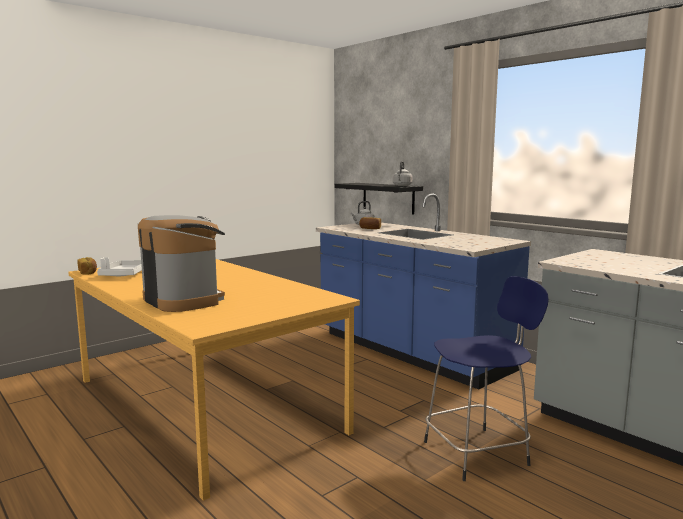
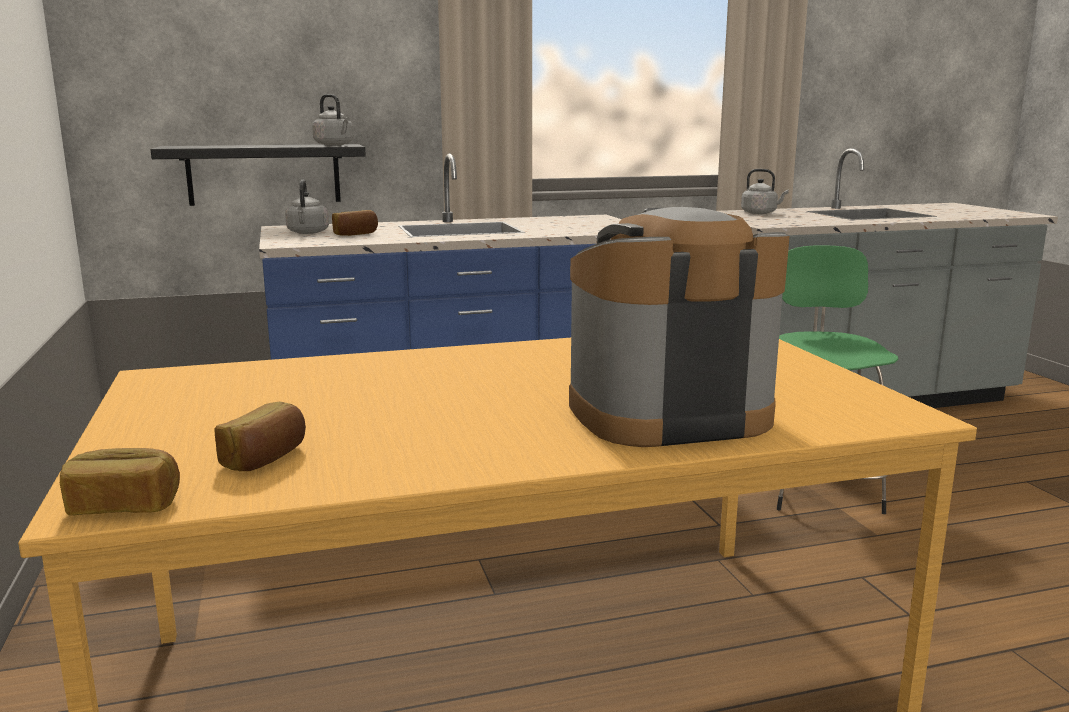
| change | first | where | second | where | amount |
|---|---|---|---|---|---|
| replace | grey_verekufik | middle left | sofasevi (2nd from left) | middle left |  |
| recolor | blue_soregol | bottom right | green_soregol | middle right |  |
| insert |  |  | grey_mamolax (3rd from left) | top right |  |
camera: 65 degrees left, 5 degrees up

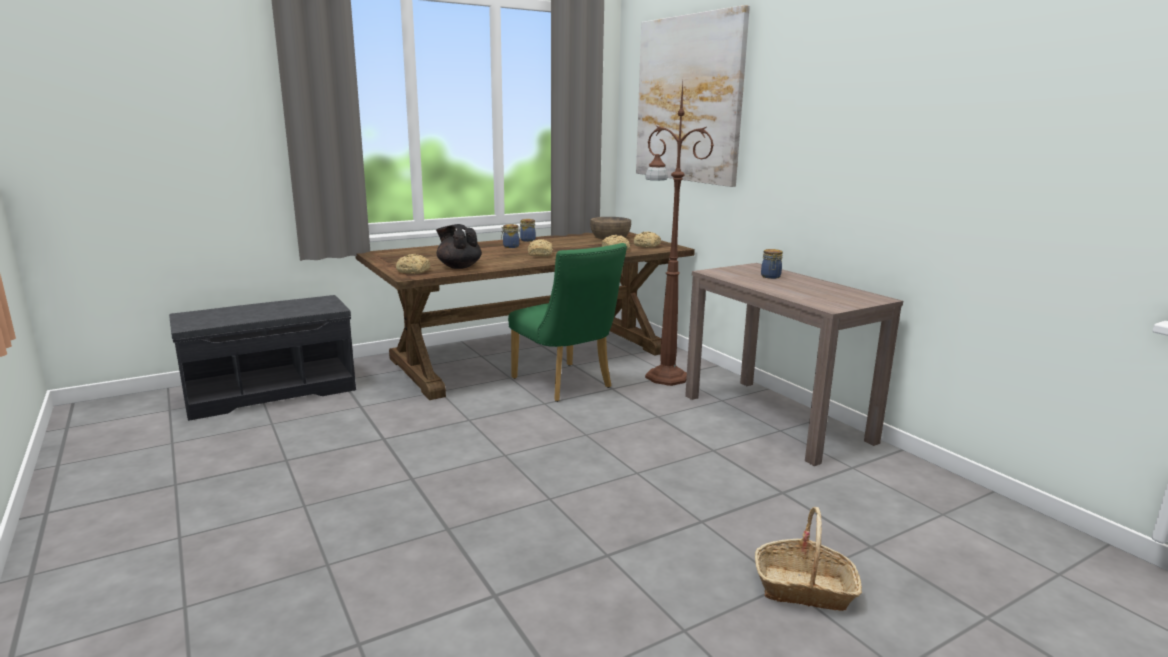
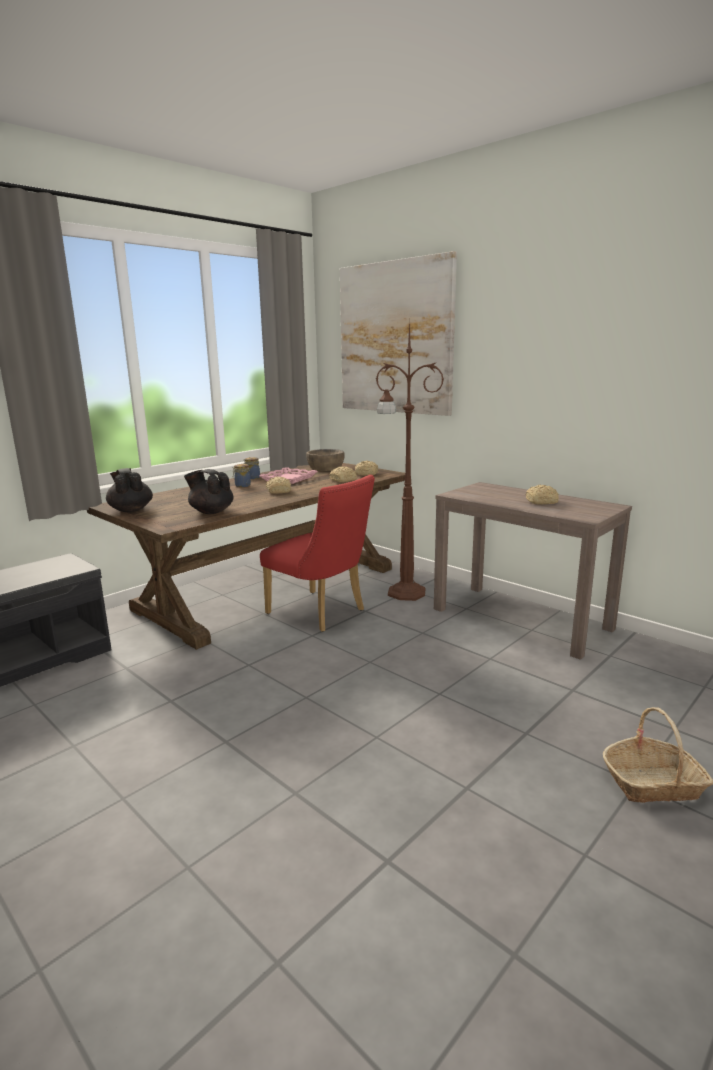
| change | first | where | second | where | amount |
|---|---|---|---|---|---|
| recolor | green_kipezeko | centre | red_kipezeko | centre |  |
| delete | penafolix (3rd from left) | centre |  |  |  |
| move | sofasevi (1st from left in the first image) | centre | sofasevi (4th from left) | middle right |  |
| insert |  |  | pink_verekufik | centre |  |
| insert |  |  | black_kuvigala (1st from left) | middle left |  |
camera: 15 degrees left, 0 degrees up

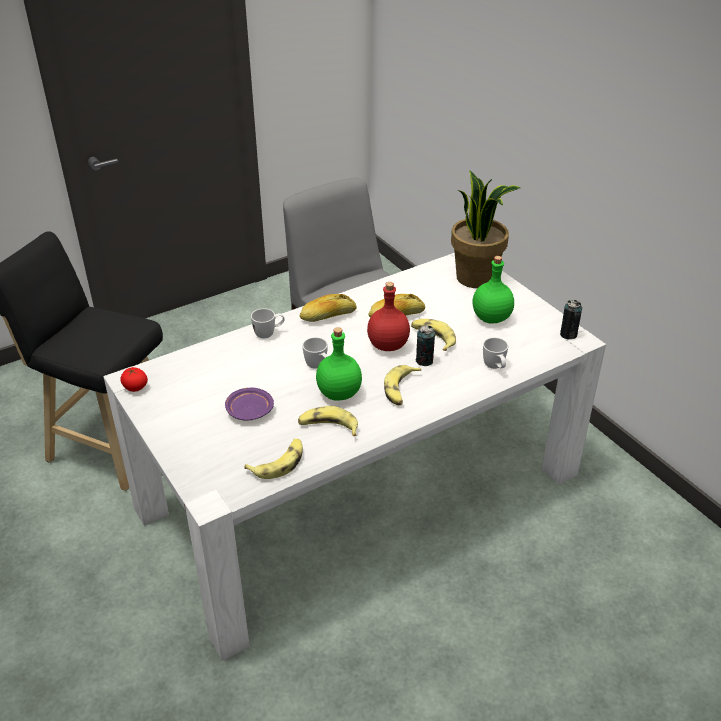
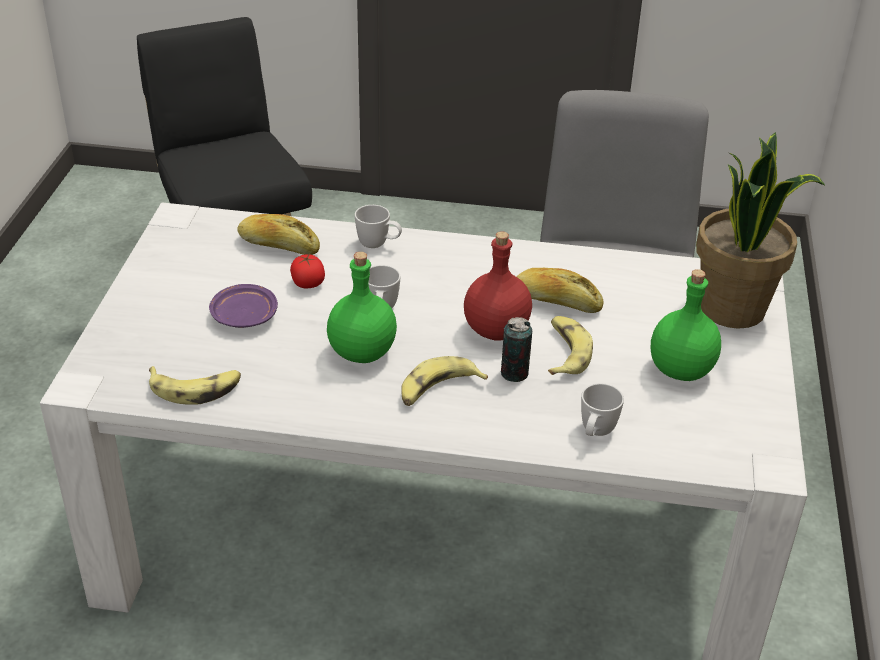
| change | first | where | second | where | amount |
|---|---|---|---|---|---|
| move | sofasevi (1st from left) | centre |  | middle left |  |
| delete | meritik (2nd from left) | middle right |  |  |  |
| move | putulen | middle left |  | centre |  |
| delete | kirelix (2nd from left) | centre |  |  |  |
camera: 40 degrees right, 0 degrees up

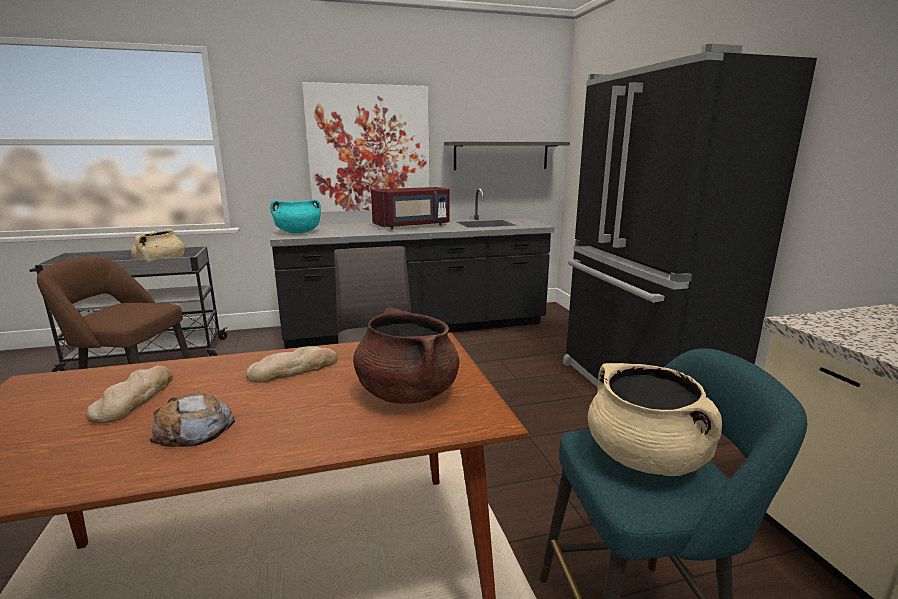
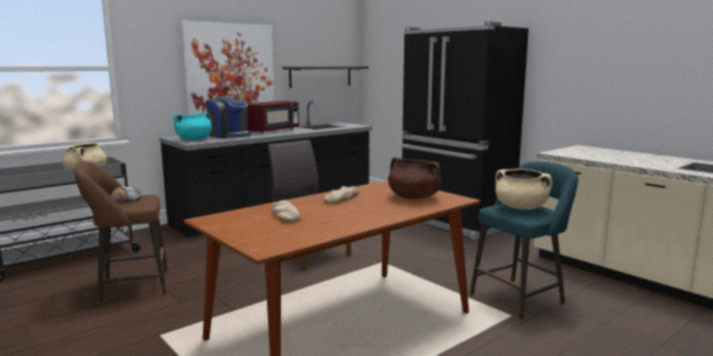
| change | first | where | second | where | amount |
|---|---|---|---|---|---|
| move | sofasevi (2nd from left in the first image) | bottom left | sofasevi (1st from left) | middle left |  |
| insert |  |  | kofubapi | top left |  |
camera: 25 degrees left, 5 degrees down

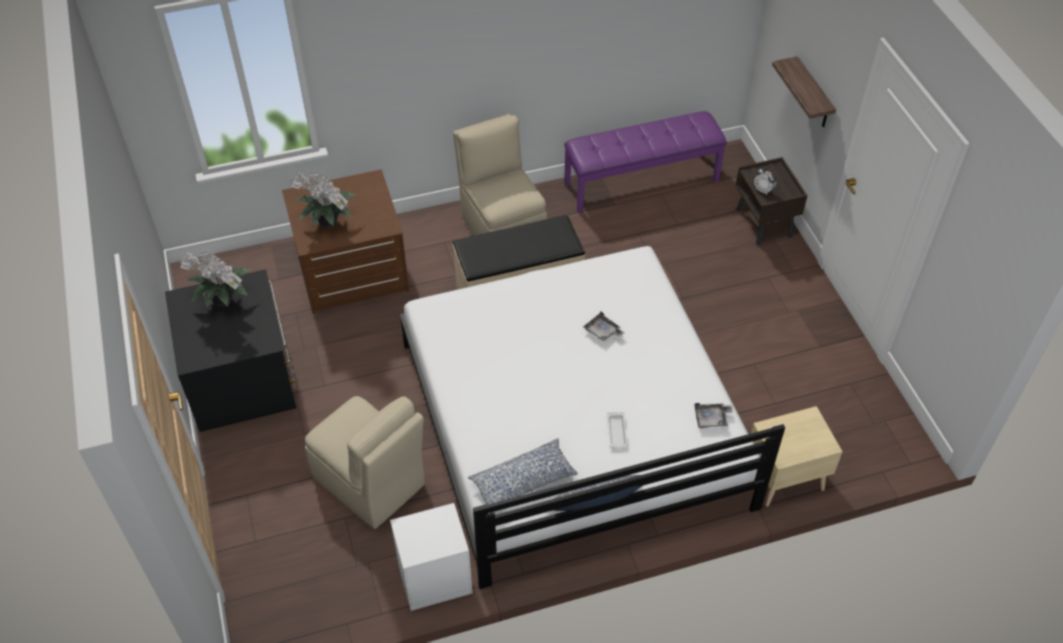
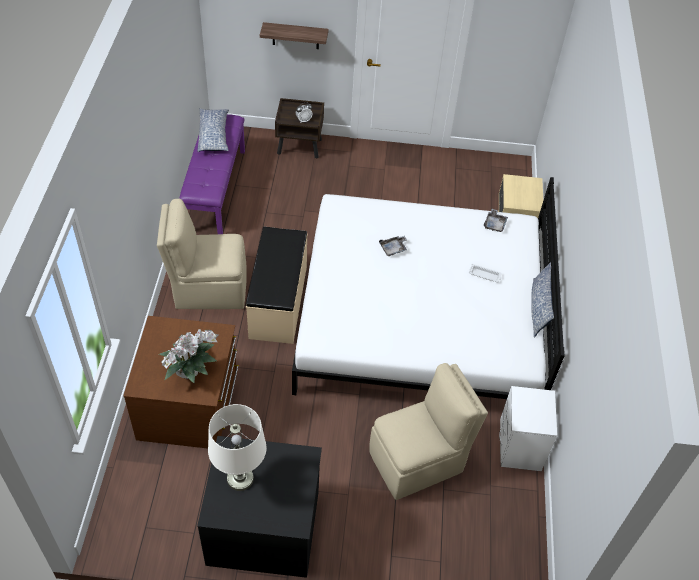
| change | first | where | second | where | amount |
|---|---|---|---|---|---|
| replace | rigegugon (1st from left) | middle left | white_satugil | bottom centre |  |
| move | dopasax (1st from left) | bottom centre |  | top left |  |
camera: 70 degrees left, 0 degrees up

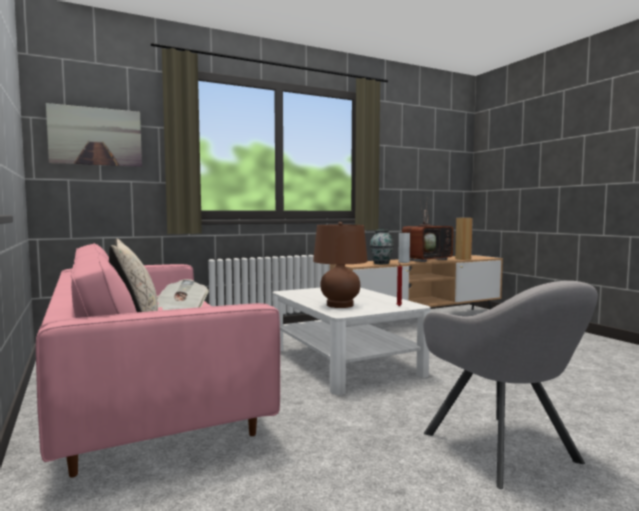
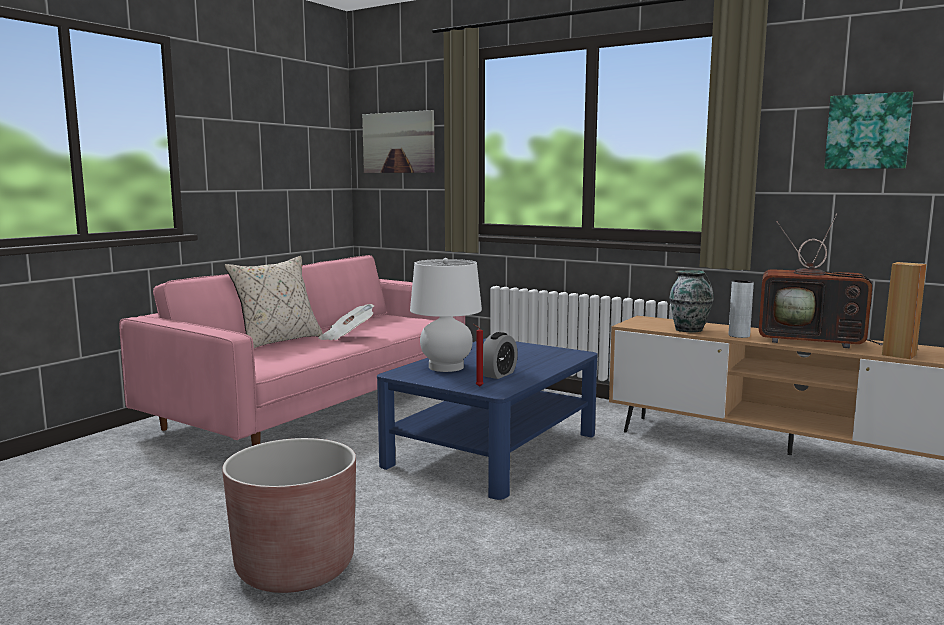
| change | first | where | second | where | amount |
|---|---|---|---|---|---|
| recolor | brown_satugil | centre | white_satugil | centre |  |
| replace | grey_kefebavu | bottom right | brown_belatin | bottom left |  |
| recolor | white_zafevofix | bottom centre | blue_zafevofix | bottom centre |  |
| insert |  |  | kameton (2nd from left) | top right |  |
| insert |  |  | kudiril | centre |  |
camera: 60 degrees right, 5 degrees up

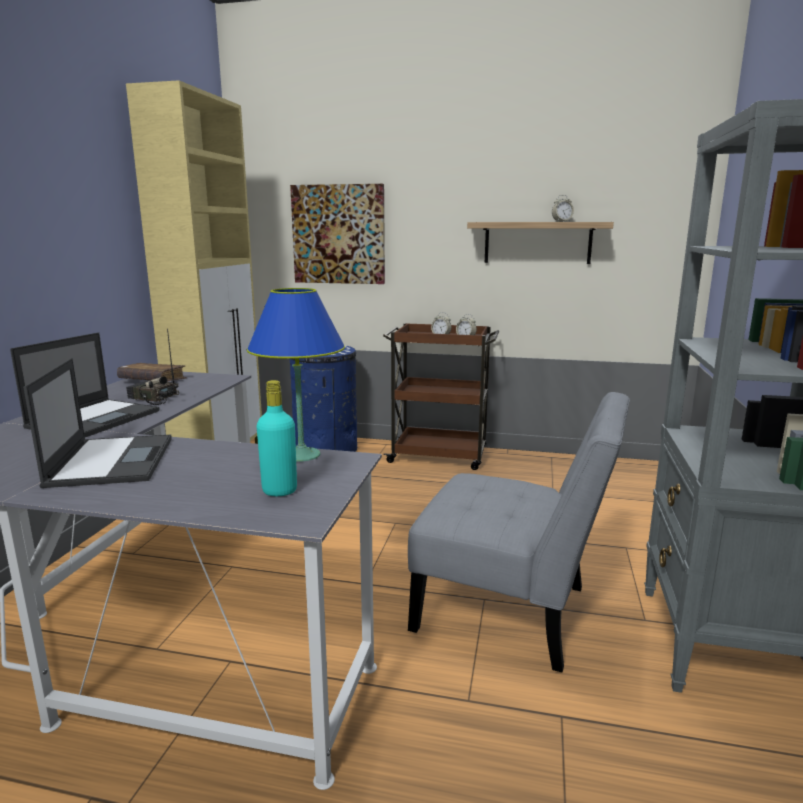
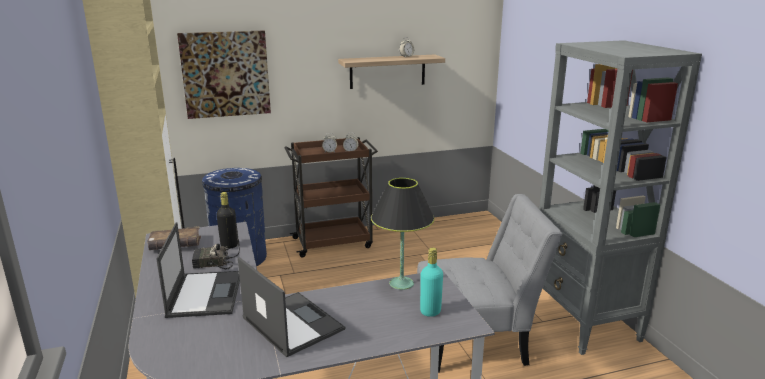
| change | first | where | second | where | amount |
|---|---|---|---|---|---|
| recolor | blue_satugil | centre | black_satugil | centre |  |
| insert |  |  | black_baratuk | middle left |  |
camera: 30 degrees left, 5 degrees up

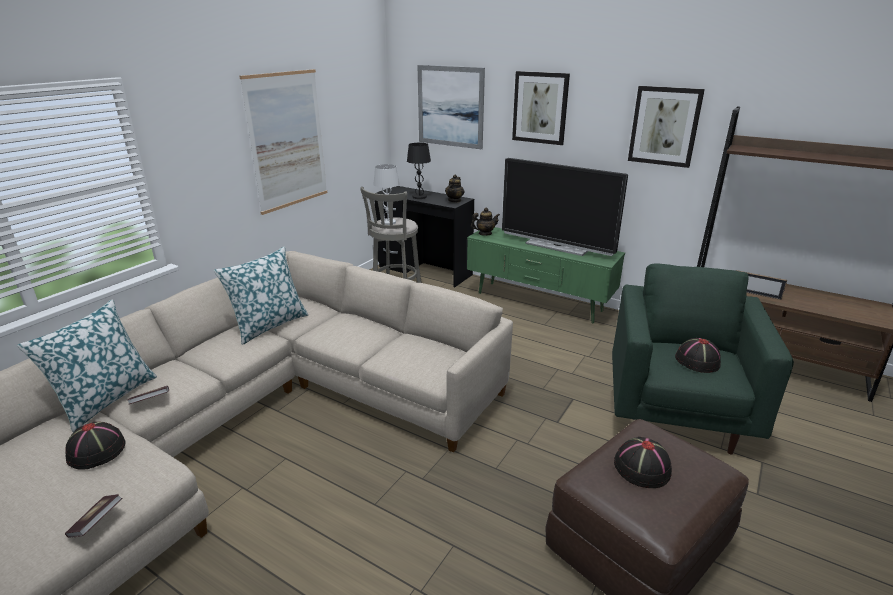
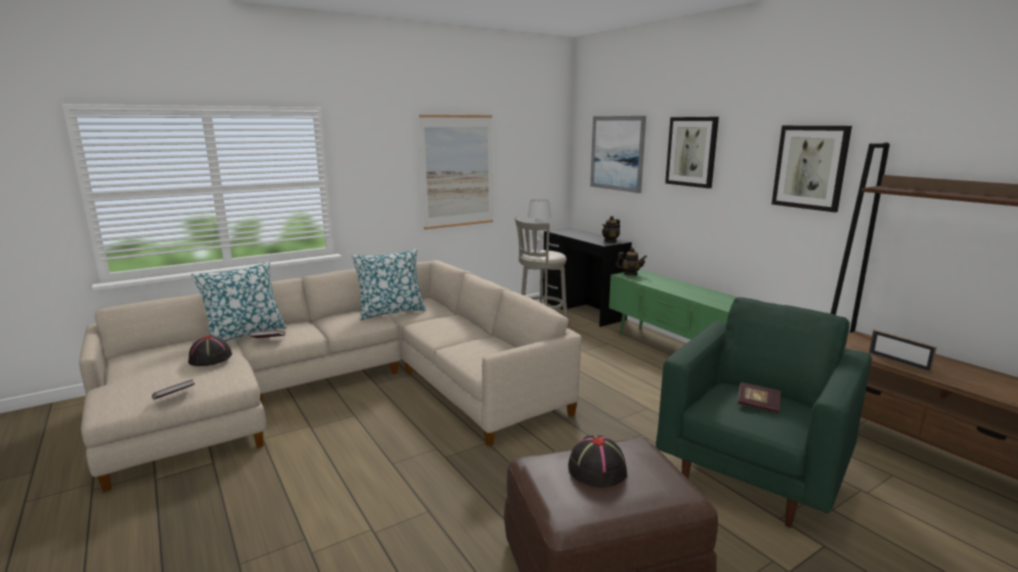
| change | first | where | second | where | amount |
|---|---|---|---|---|---|
| delete | black_satugil | top centre |  |  |  |
| delete | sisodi | centre |  |  |  |
| replace | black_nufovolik (3rd from left) | middle right | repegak (3rd from left) | bottom right |  |
camera: 25 degrees right, 10 degrees down

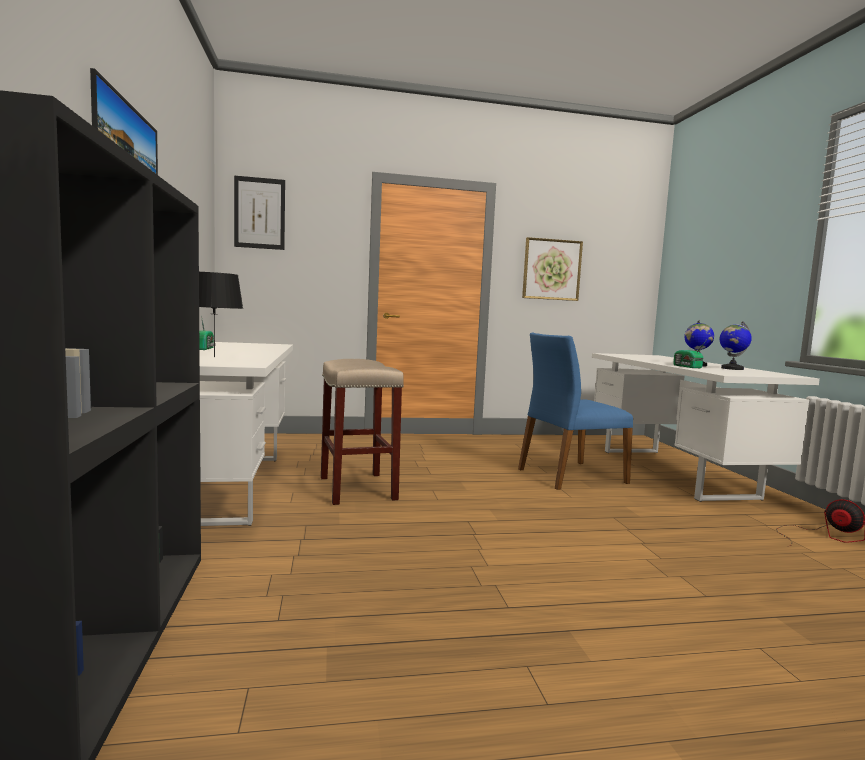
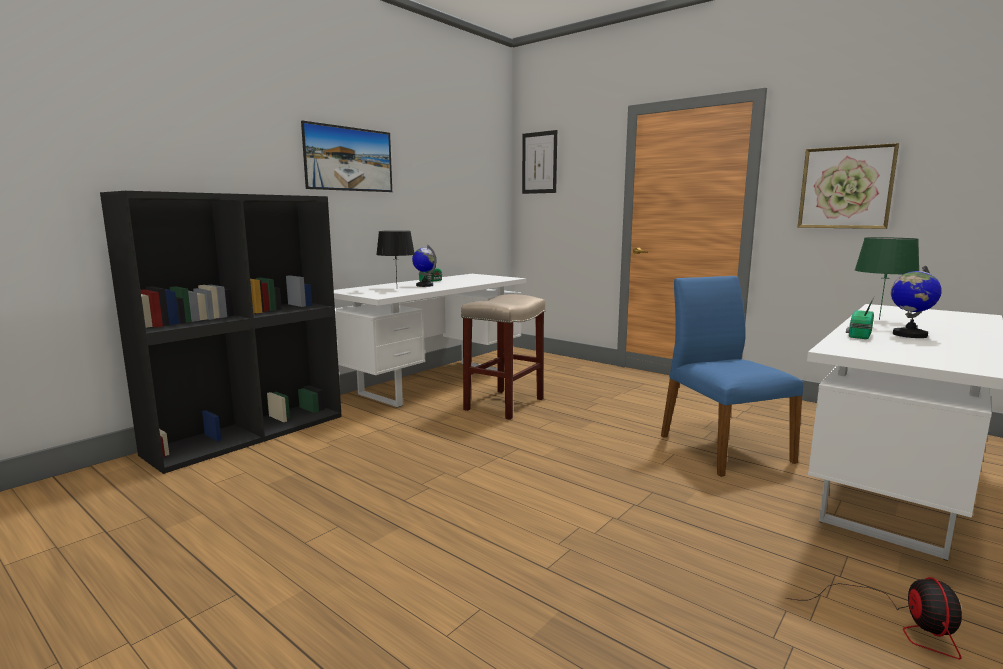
| change | first | where | second | where | amount |
|---|---|---|---|---|---|
| move | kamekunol (2nd from left in the first image) | middle right | kamekunol (1st from left) | centre |  |
| rotate | blue_kipezeko | centre |  | middle right | 45 degrees clockwise |
| insert |  |  | green_satugil | middle right |  |
camera: 50 degrees right, 5 degrees up

